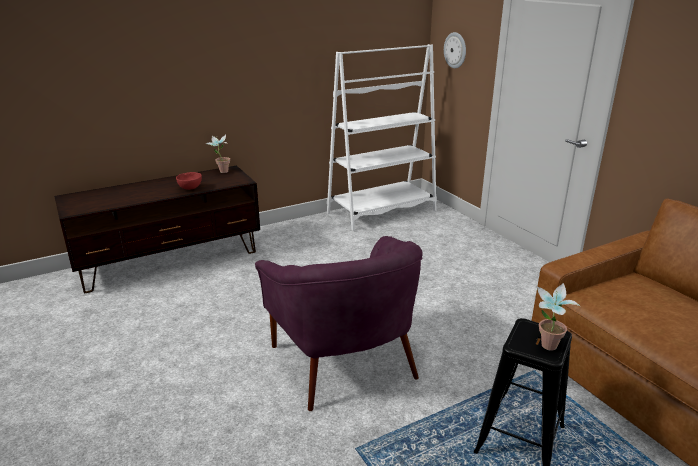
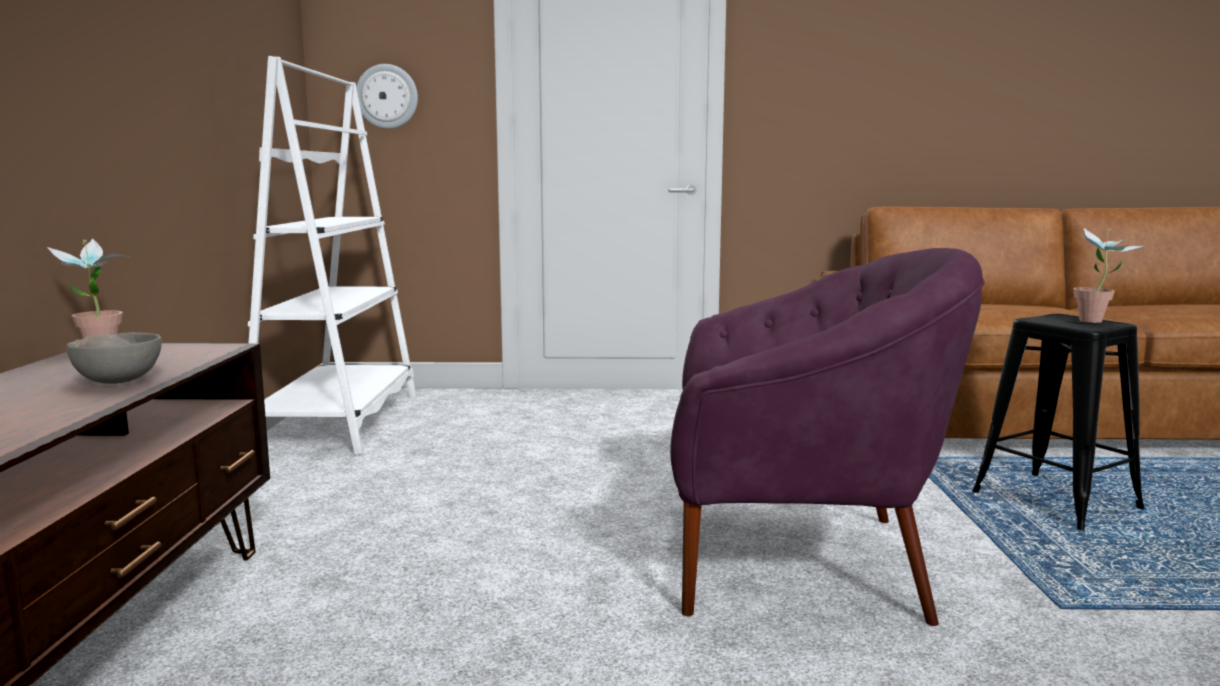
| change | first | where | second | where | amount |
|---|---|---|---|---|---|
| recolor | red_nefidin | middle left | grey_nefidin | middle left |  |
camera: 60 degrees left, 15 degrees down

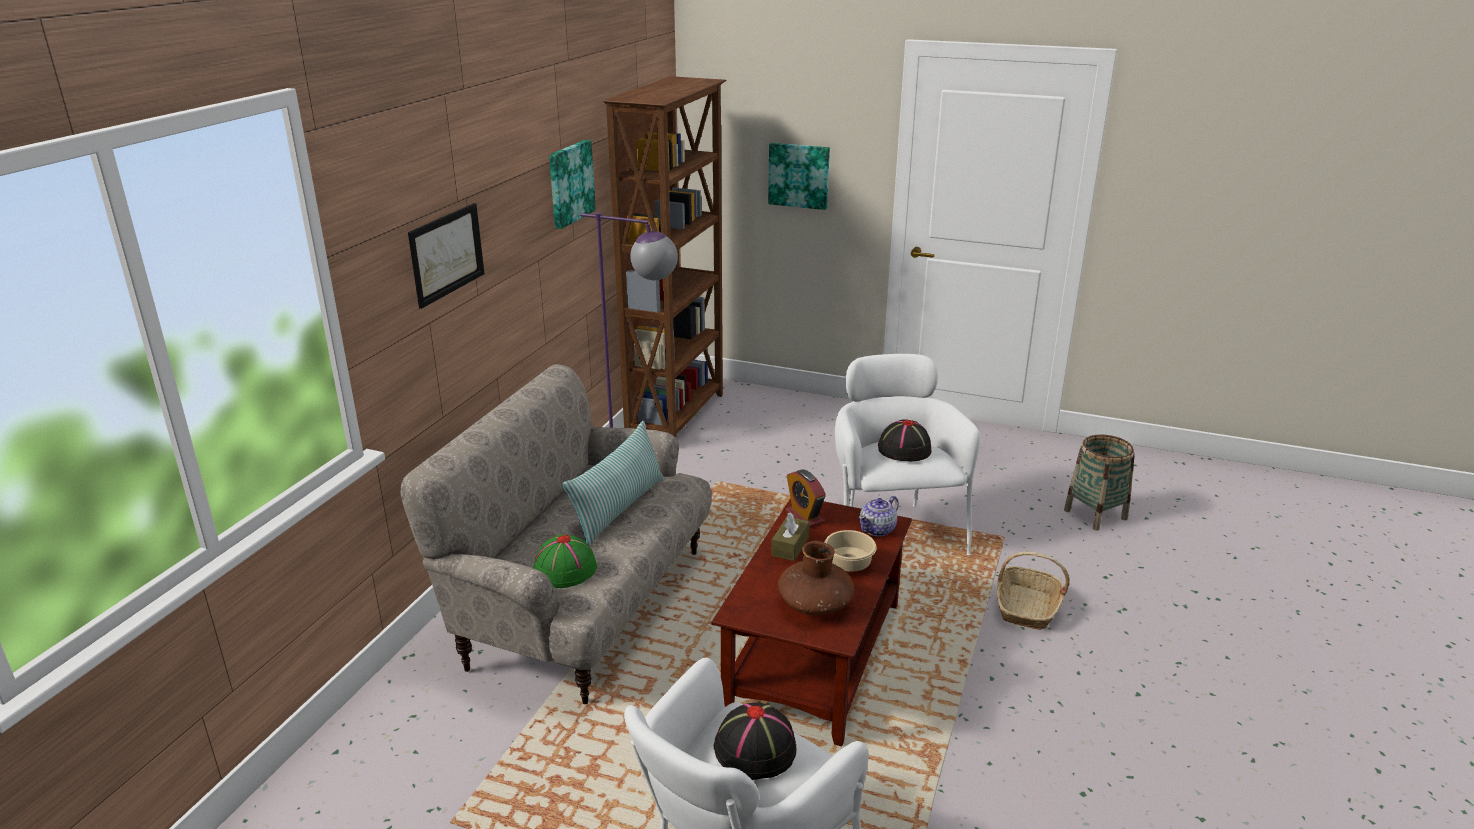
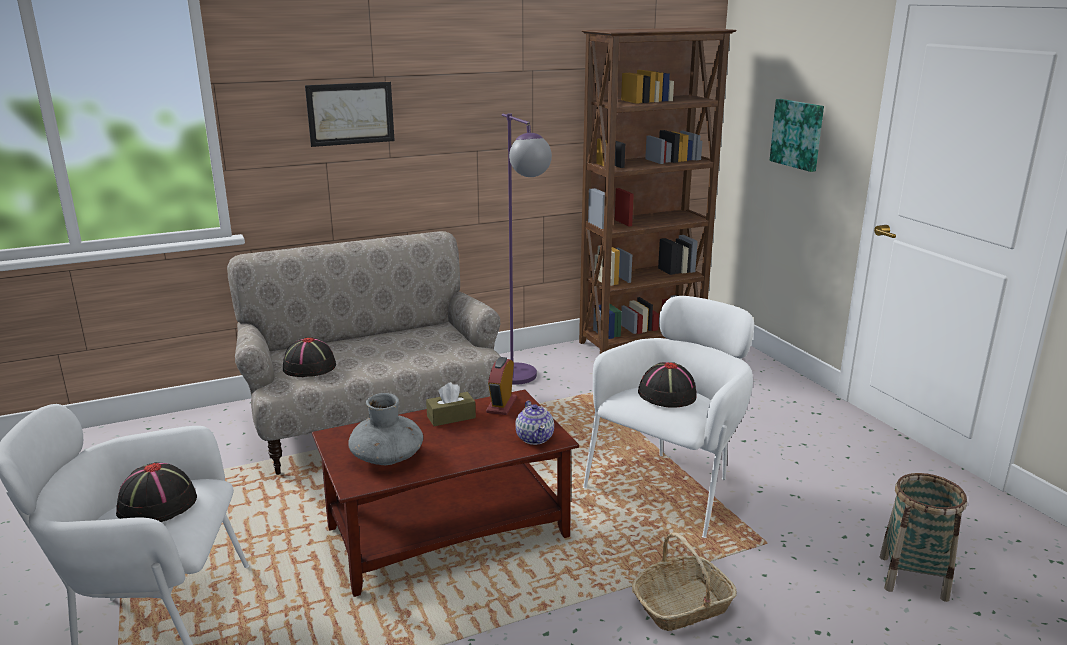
| change | first | where | second | where | amount |
|---|---|---|---|---|---|
| delete | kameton (2nd from left) | top centre |  |  |  |
| delete | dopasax | centre |  |  |  |
| rotate | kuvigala | centre |  | centre | 105 degrees counterclockwise |
| delete | beige_nefidin | centre |  |  |  |
| recolor | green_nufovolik | bottom centre | black_nufovolik (2nd from left) | middle left |  |
| recolor | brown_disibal | bottom centre | grey_disibal | centre |  |
camera: 45 degrees right, 5 degrees down

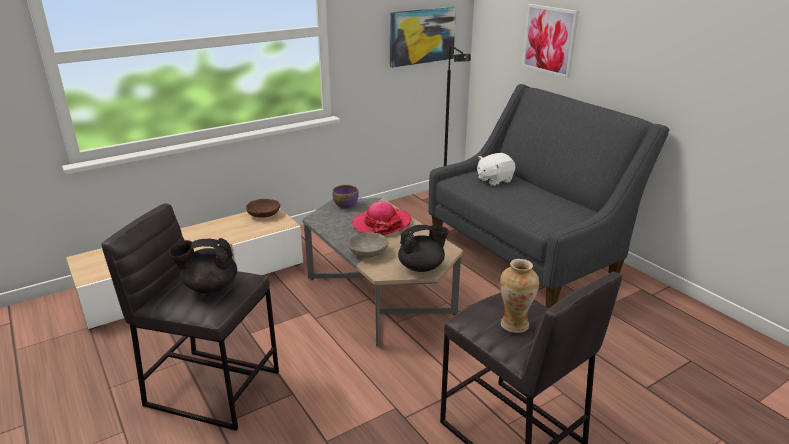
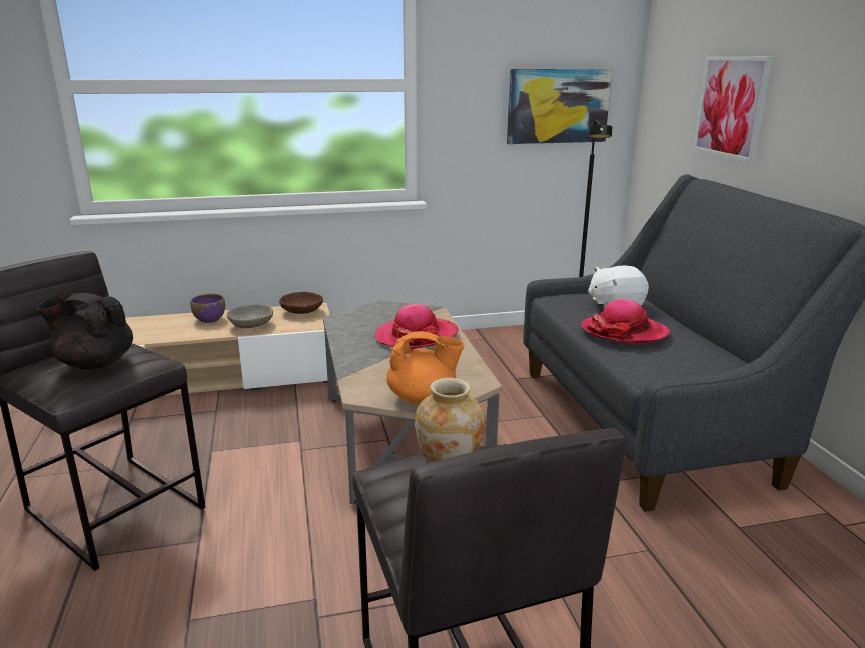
| change | first | where | second | where | amount |
|---|---|---|---|---|---|
| move | purple_nefidin | centre |  | middle left |  |
| recolor | black_kuvigala (2nd from left) | centre | orange_kuvigala | centre |  |
| move | grey_nefidin | centre |  | middle left |  |
| insert |  |  | nufovolik (2nd from left) | middle right |  |
camera: 20 degrees right, 5 degrees down

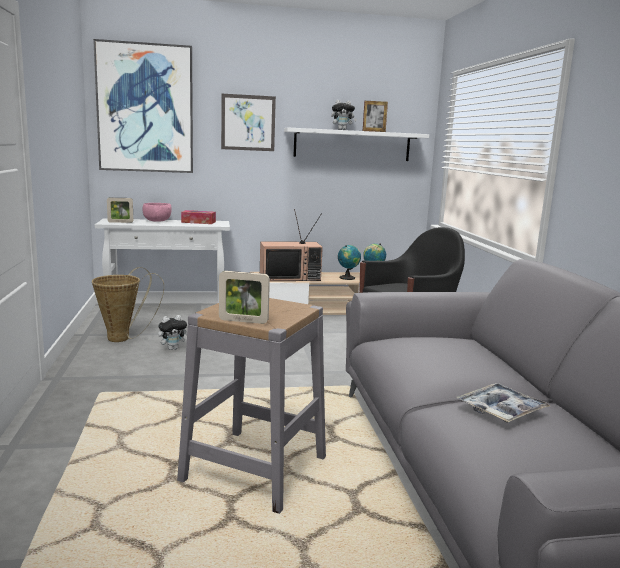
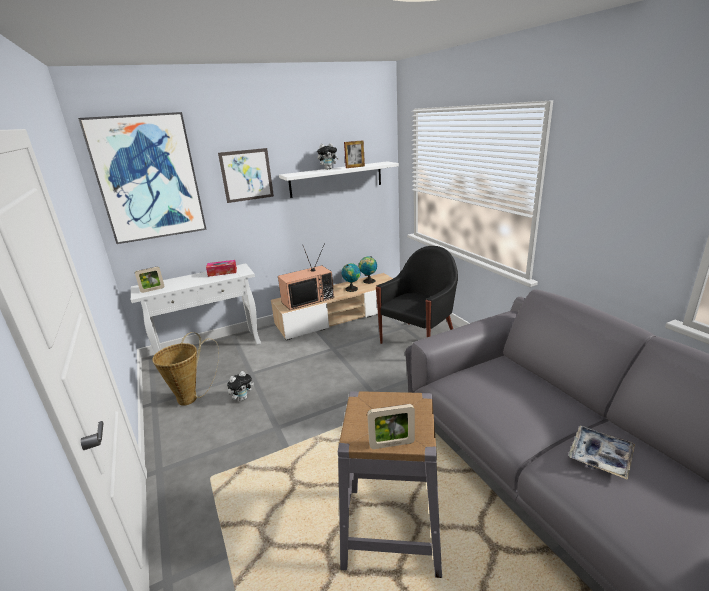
| change | first | where | second | where | amount |
|---|---|---|---|---|---|
| delete | pink_nefidin | middle left |  |  |  |
camera: 15 degrees left, 10 degrees up

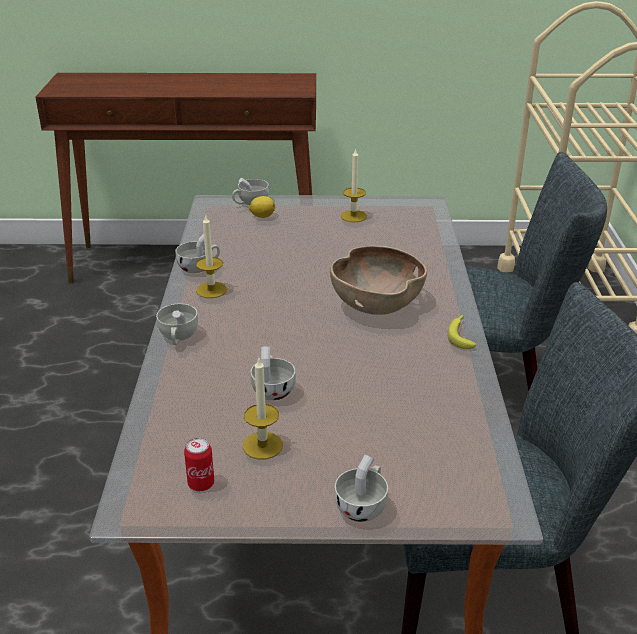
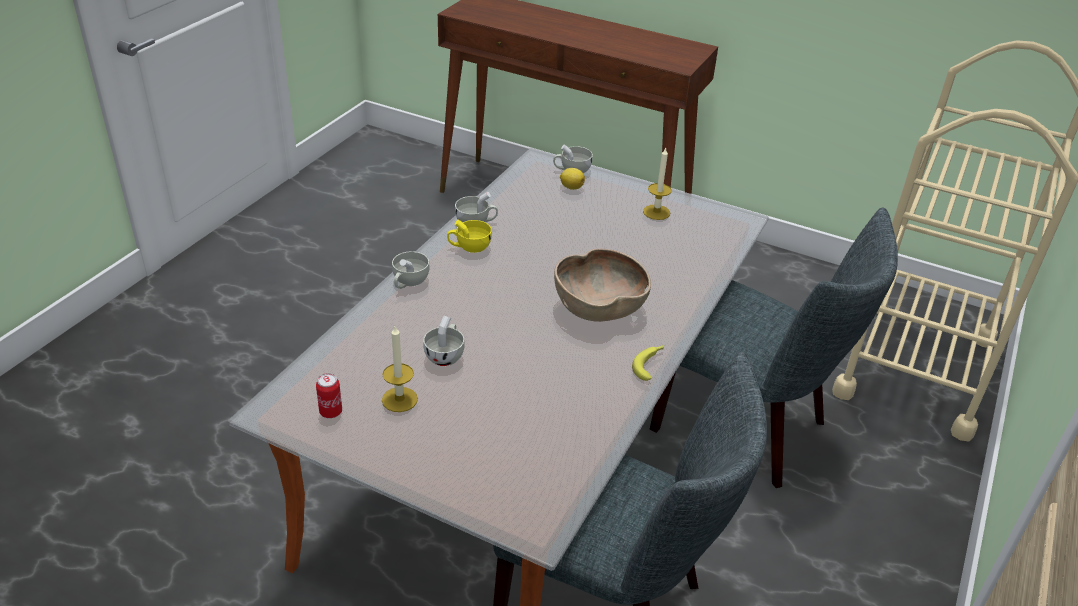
| change | first | where | second | where | amount |
|---|---|---|---|---|---|
| replace | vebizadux (1st from left) | middle left | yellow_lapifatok | centre |  |
| delete | white_lapifatok (5th from left) | bottom centre |  |  |  |
camera: 25 degrees right, 5 degrees up

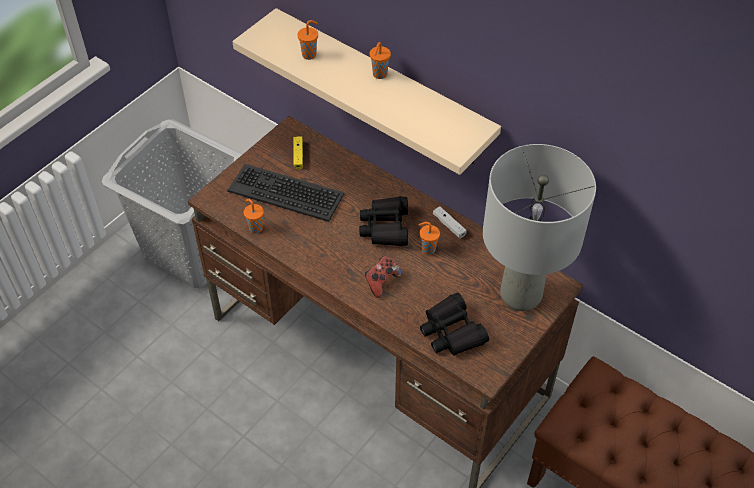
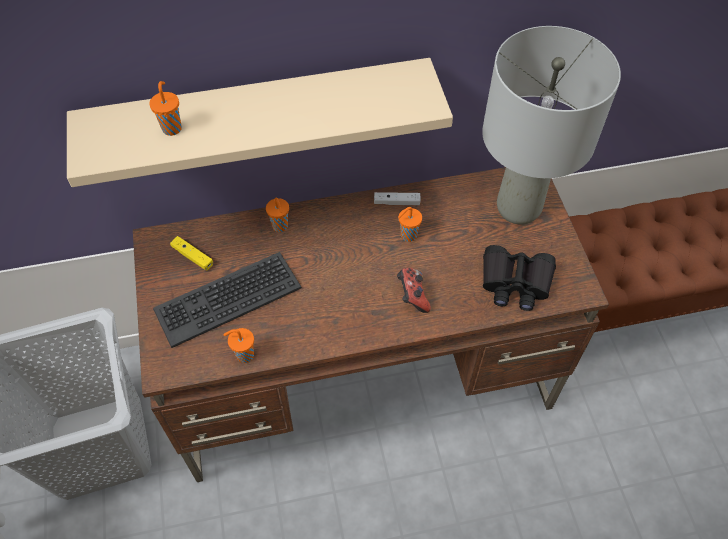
| change | first | where | second | where | amount |
|---|---|---|---|---|---|
| move | orange_lapifatok (3rd from left) | top centre |  | centre |  |
| delete | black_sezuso (1st from left) | centre |  |  |  |
camera: 50 degrees left, 5 degrees up

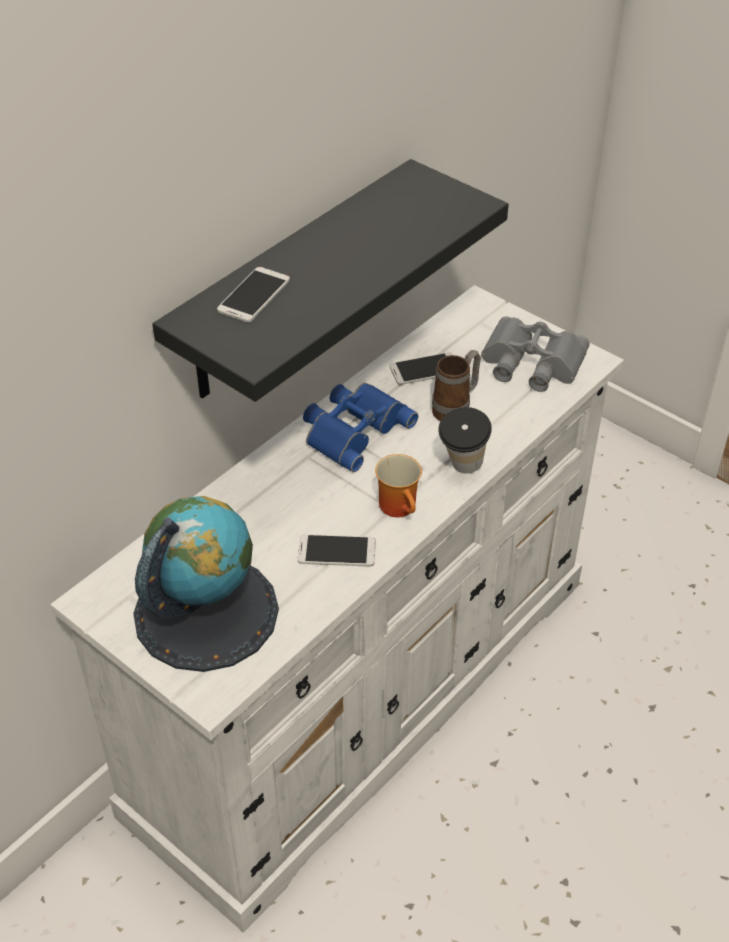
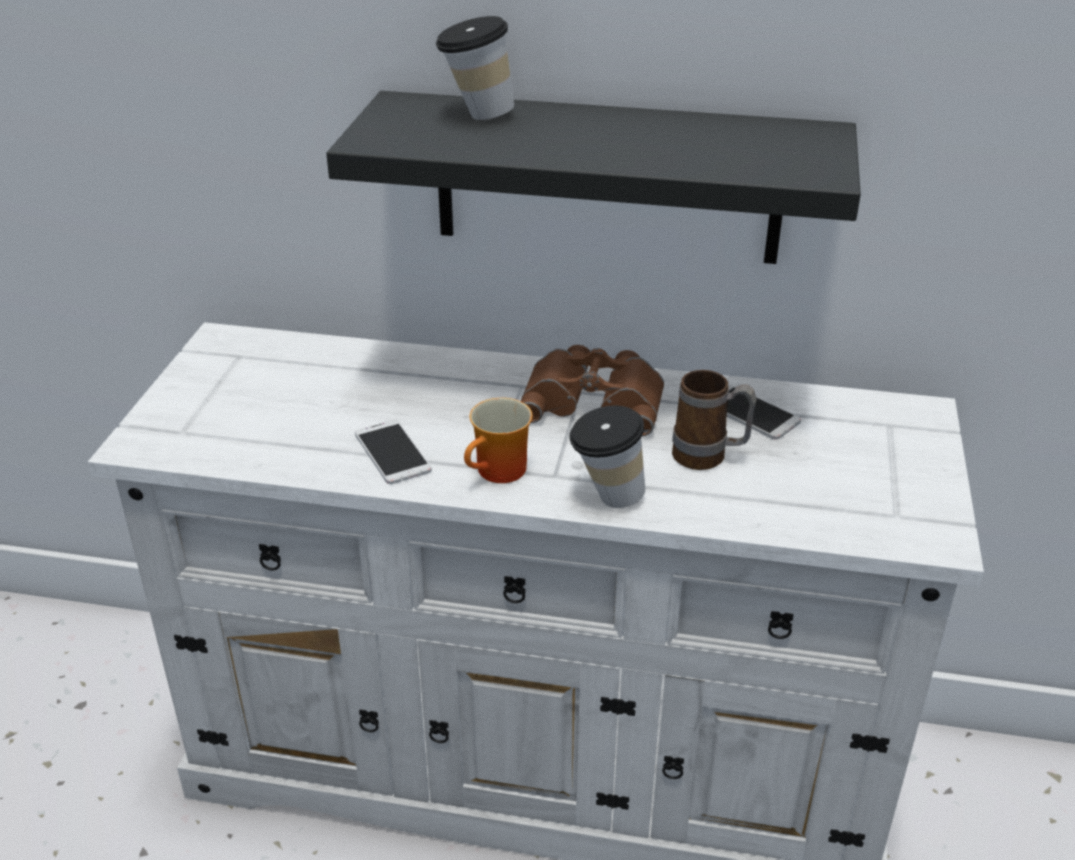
| change | first | where | second | where | amount |
|---|---|---|---|---|---|
| replace | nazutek (1st from left) | top centre | lapifatok (1st from left) | top centre |  |
| delete | grey_sezuso | middle right |  |  |  |
| recolor | blue_sezuso | centre | brown_sezuso | centre |  |
| delete | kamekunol | middle left |  |  |  |
camera: 60 degrees right, 10 degrees down

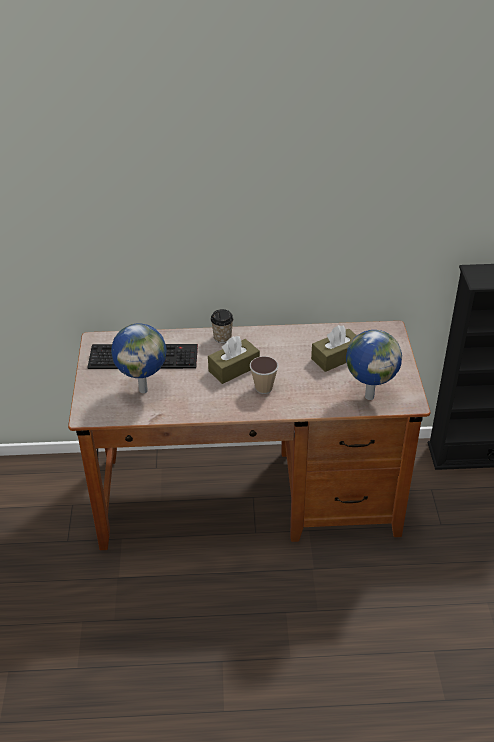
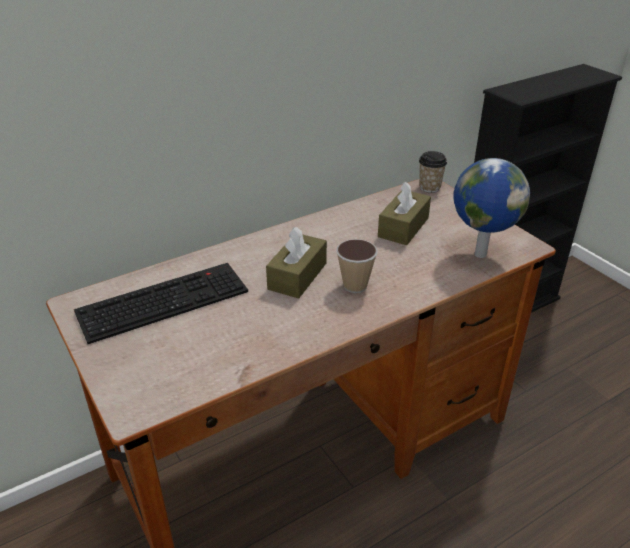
| change | first | where | second | where | amount |
|---|---|---|---|---|---|
| move | lapifatok (1st from left in the first image) | centre | lapifatok (2nd from left) | top right |  |
| delete | kamekunol (1st from left) | middle left |  |  |  |
camera: 30 degrees left, 5 degrees down

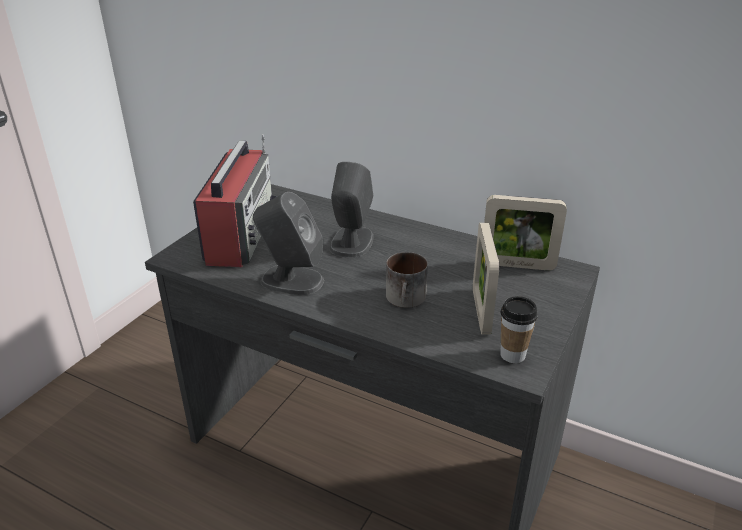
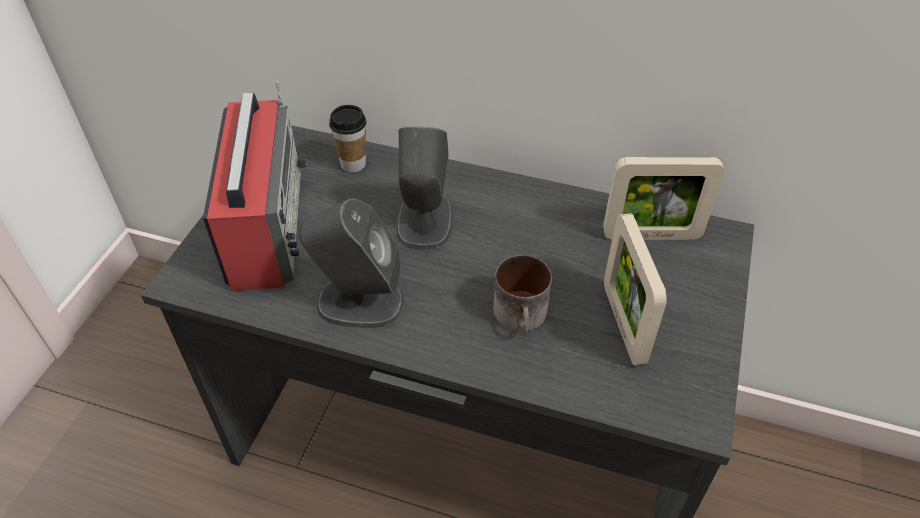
| change | first | where | second | where | amount |
|---|---|---|---|---|---|
| move | lapifatok | middle right |  | top centre |  |
camera: 10 degrees left, 15 degrees up

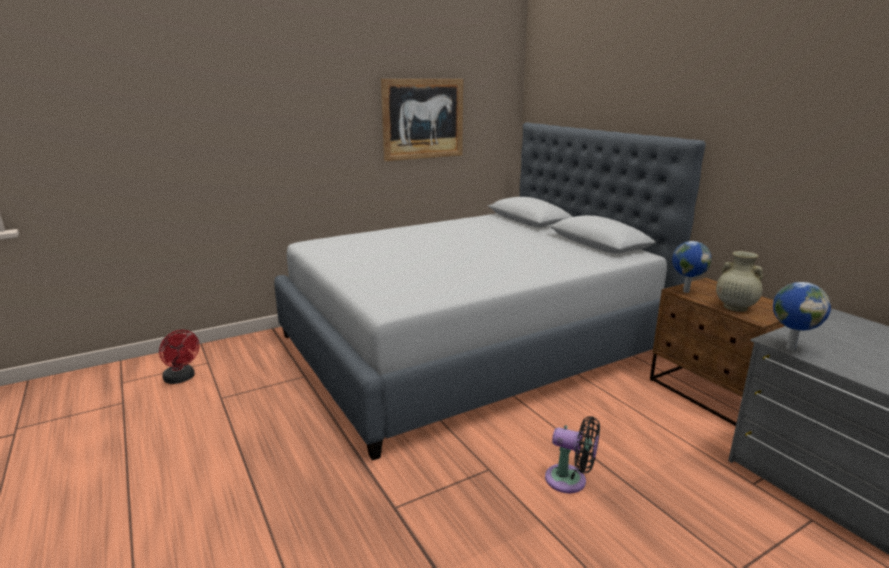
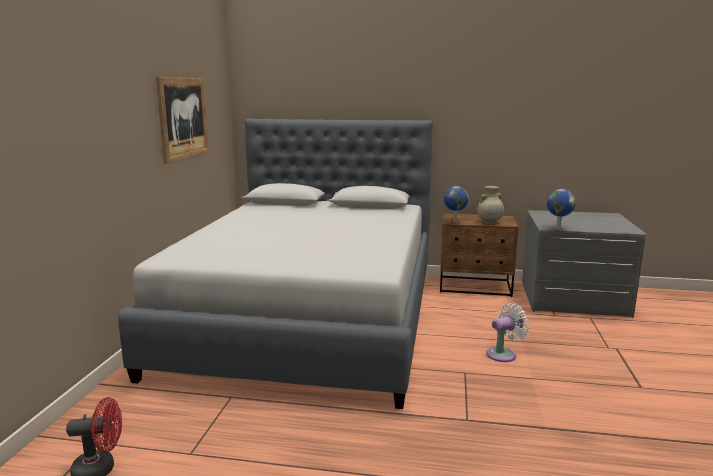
| change | first | where | second | where | amount |
|---|---|---|---|---|---|
| recolor | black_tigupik | bottom centre | white_tigupik | bottom right |  |
camera: 50 degrees left, 5 degrees down

